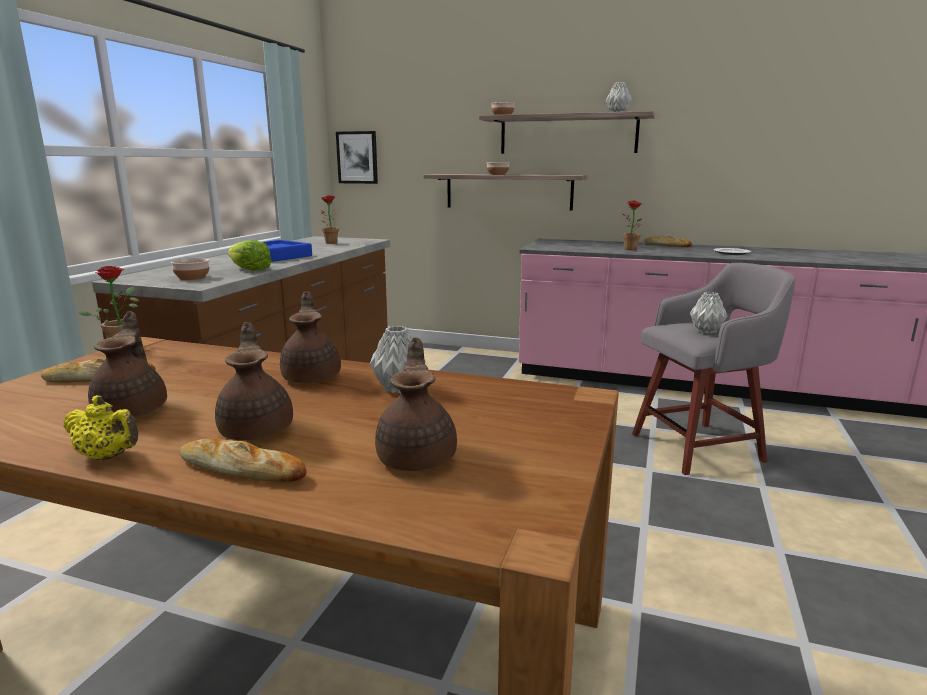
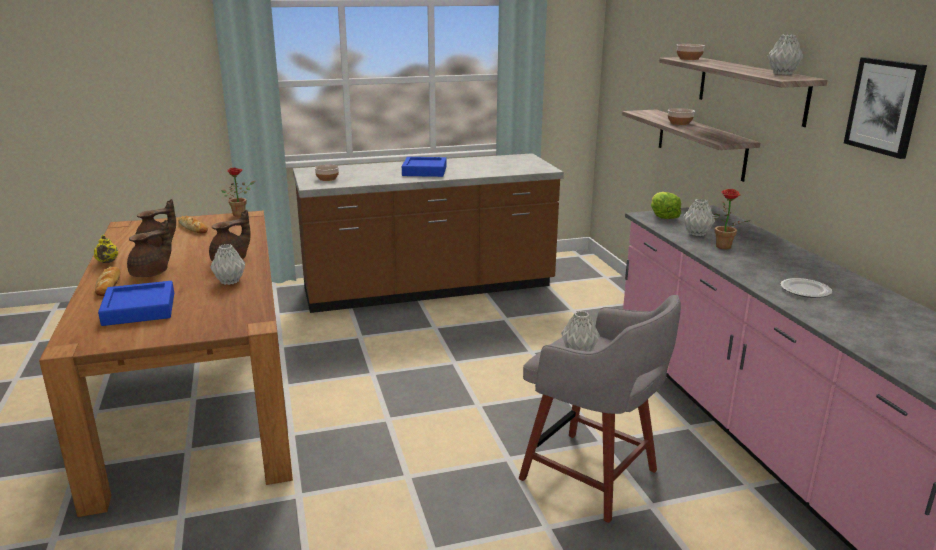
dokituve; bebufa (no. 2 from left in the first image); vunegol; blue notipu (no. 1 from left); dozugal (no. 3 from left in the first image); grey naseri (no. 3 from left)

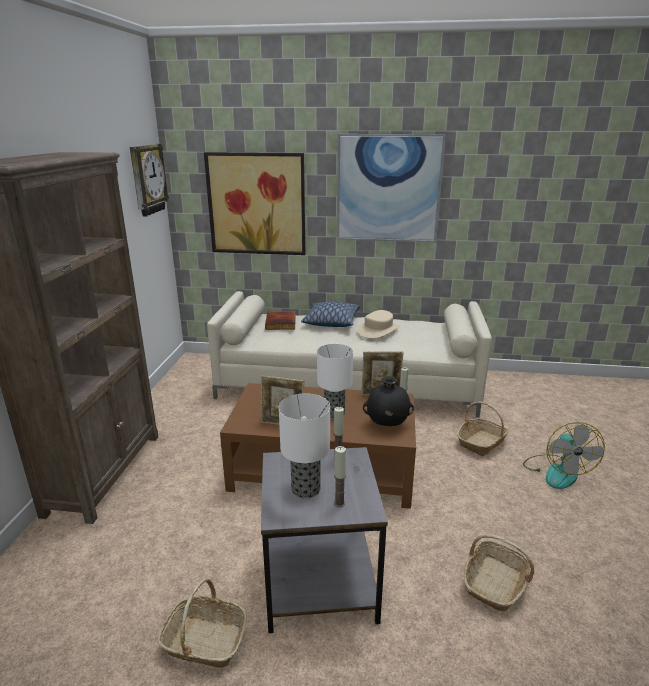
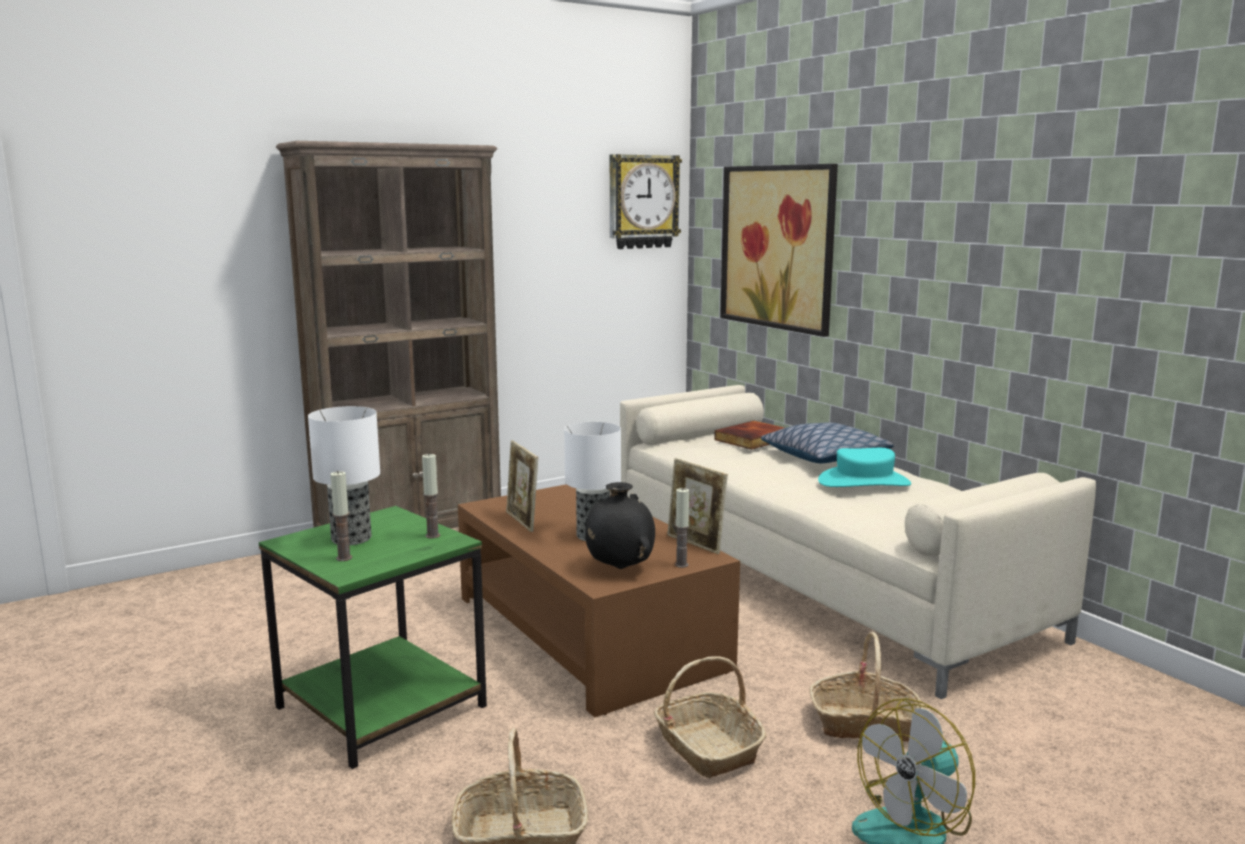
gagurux (no. 2 from left); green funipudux; vunegol (no. 2 from left in the first image); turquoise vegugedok

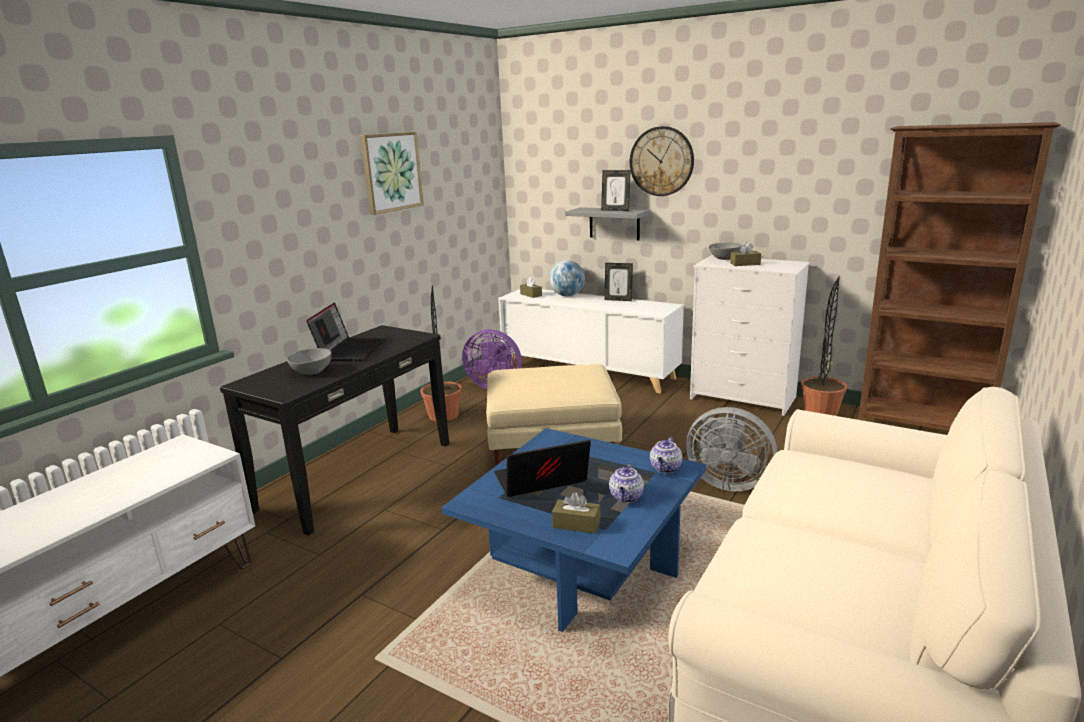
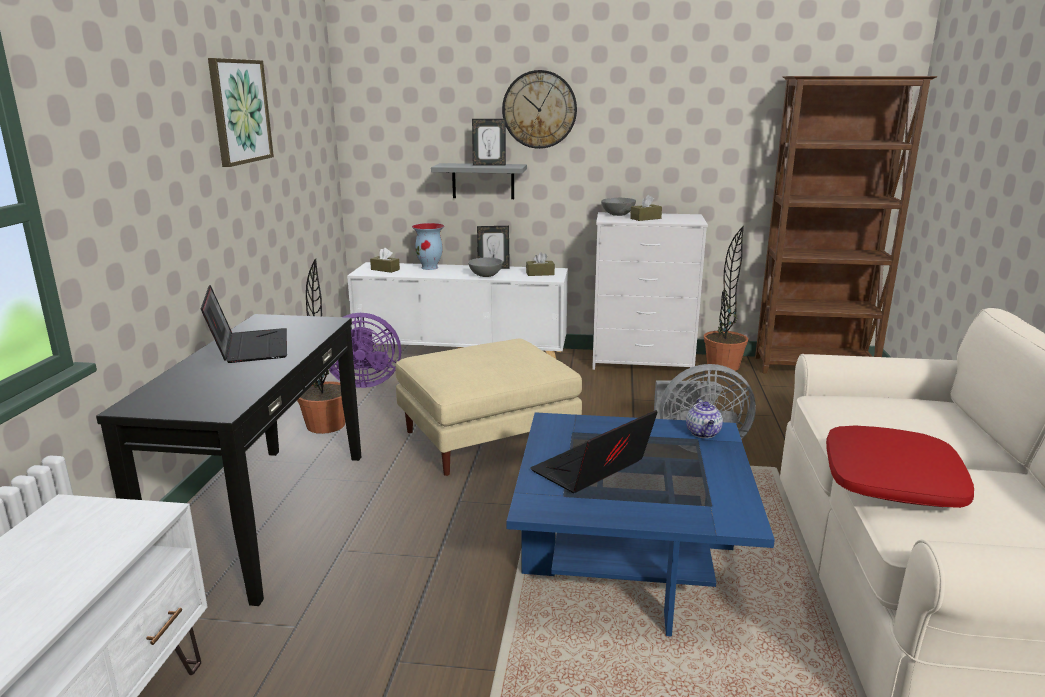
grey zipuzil (no. 1 from left); naseri; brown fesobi (no. 2 from left); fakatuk (no. 1 from left in the first image); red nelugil

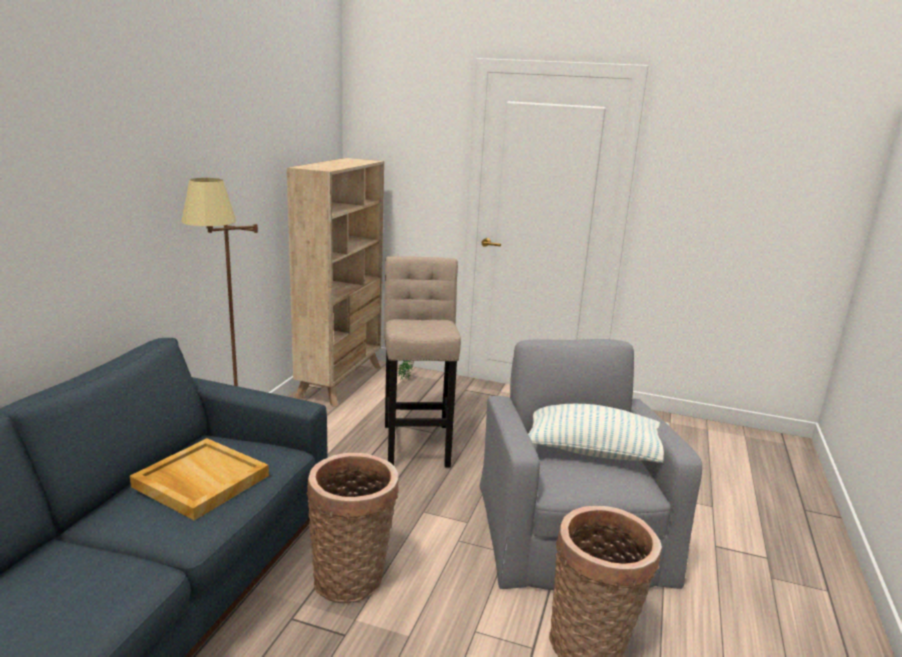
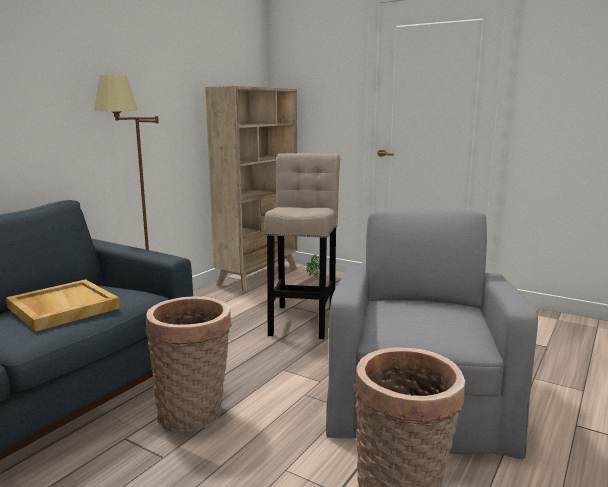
nelugil

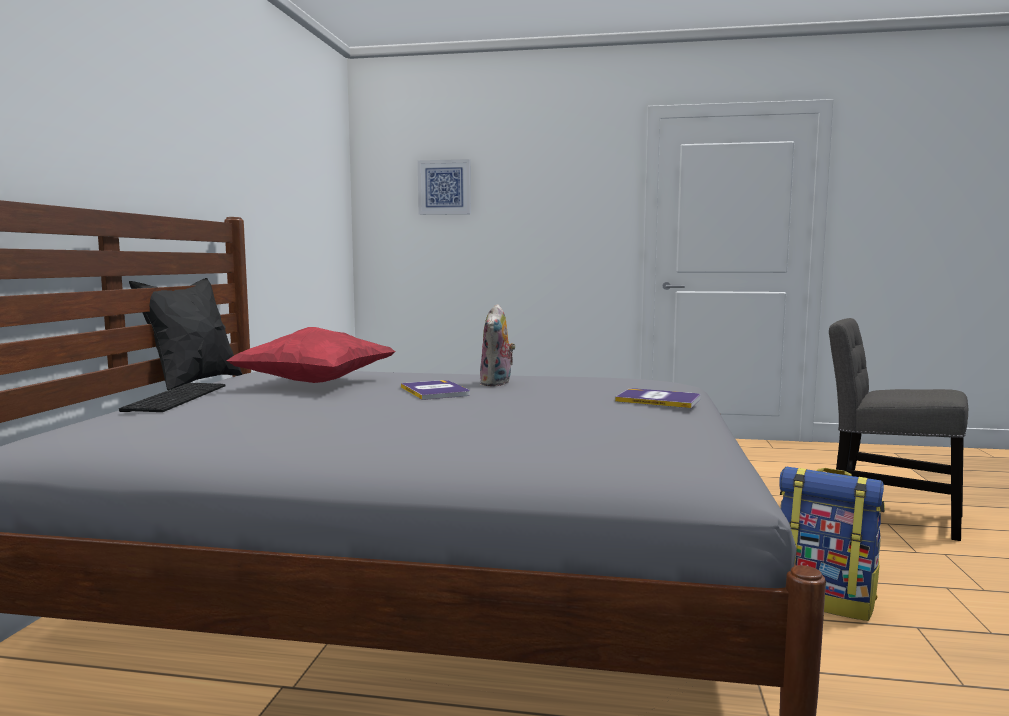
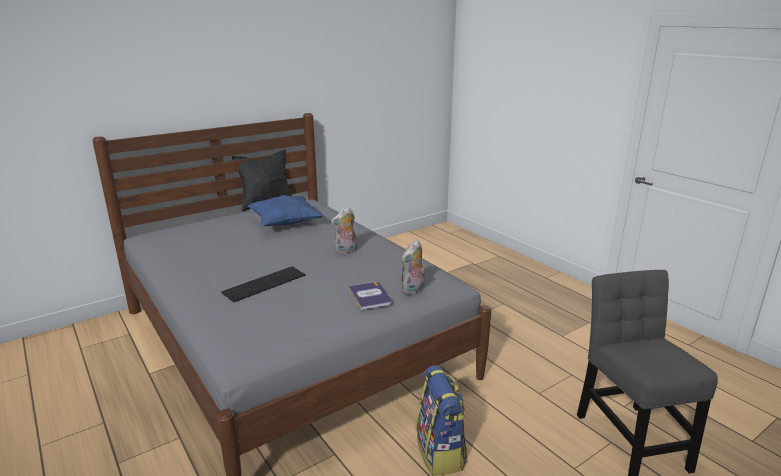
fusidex; blue nelugil; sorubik (no. 1 from left in the first image); vunegol; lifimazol (no. 2 from left)

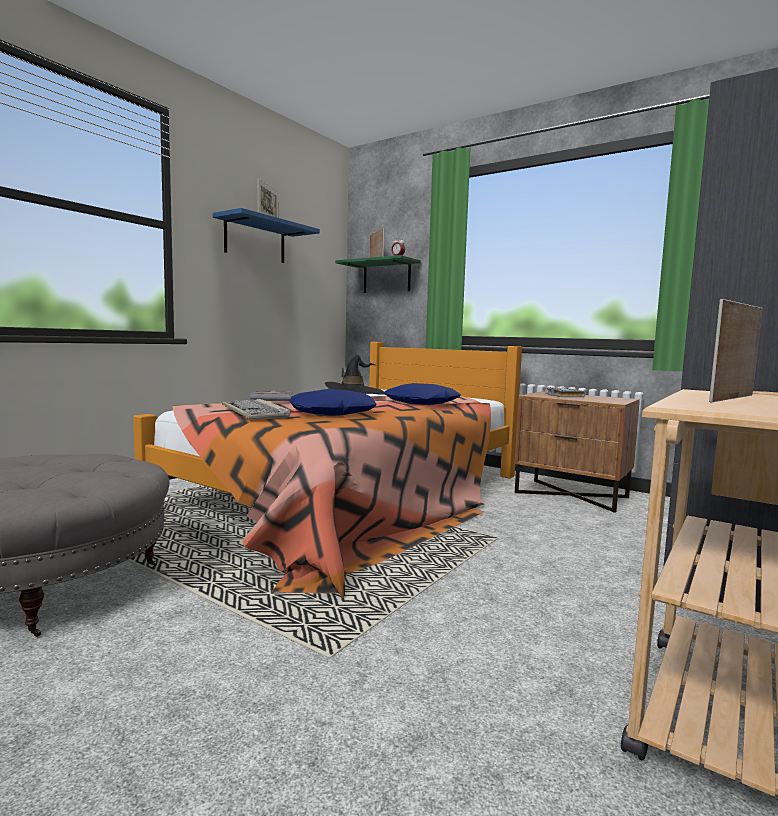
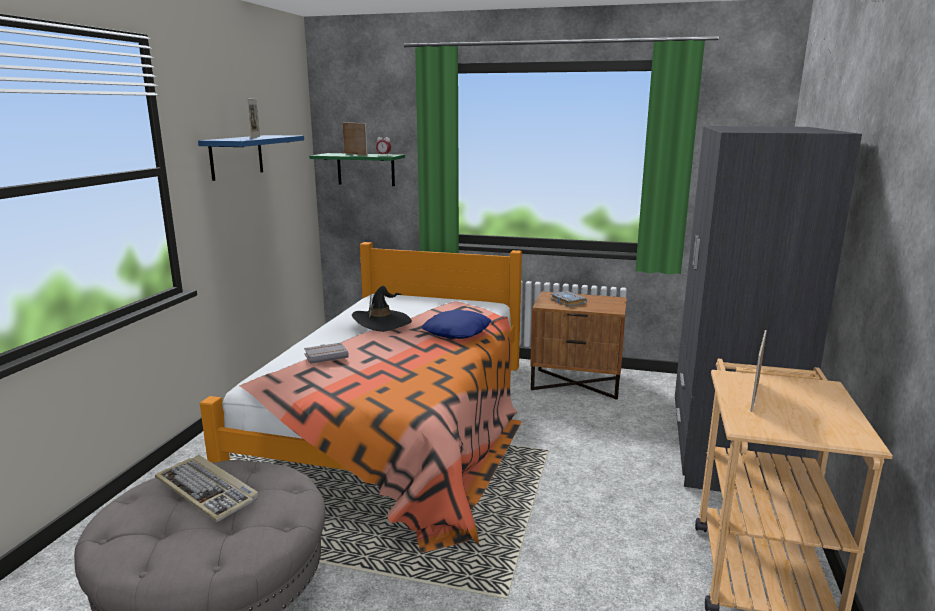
fusidex; blue nelugil (no. 1 from left in the first image)

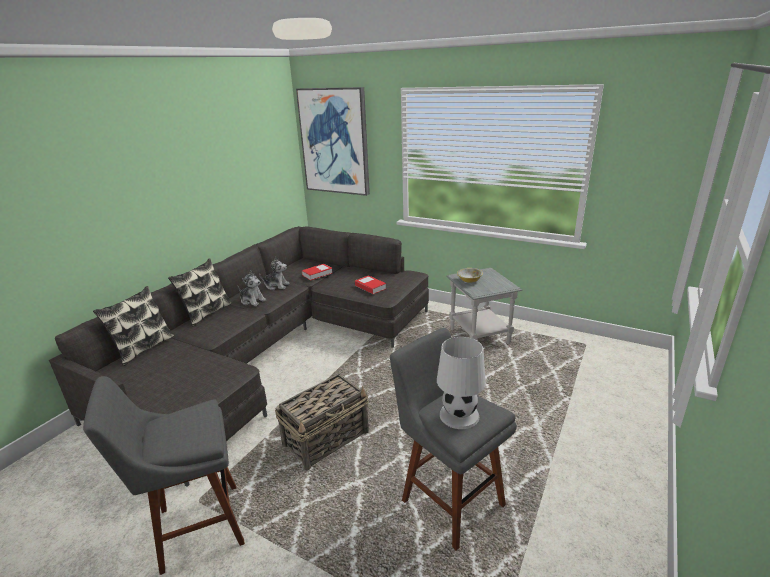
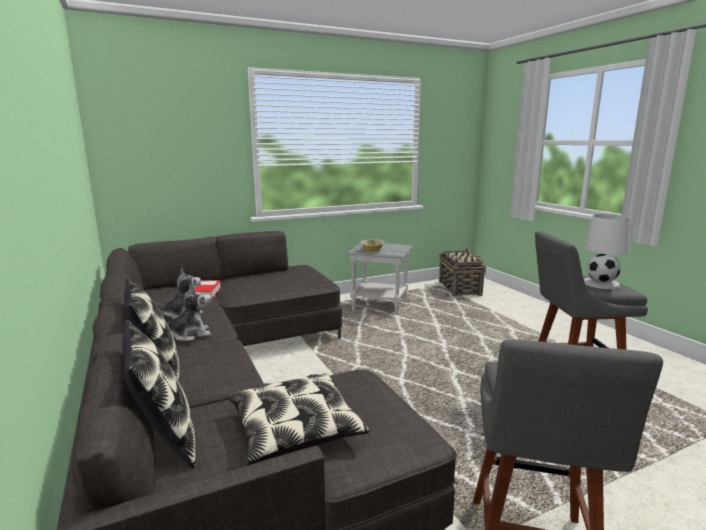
gagurux; vunegol; sorubik (no. 2 from left in the first image); nelugil (no. 3 from left)

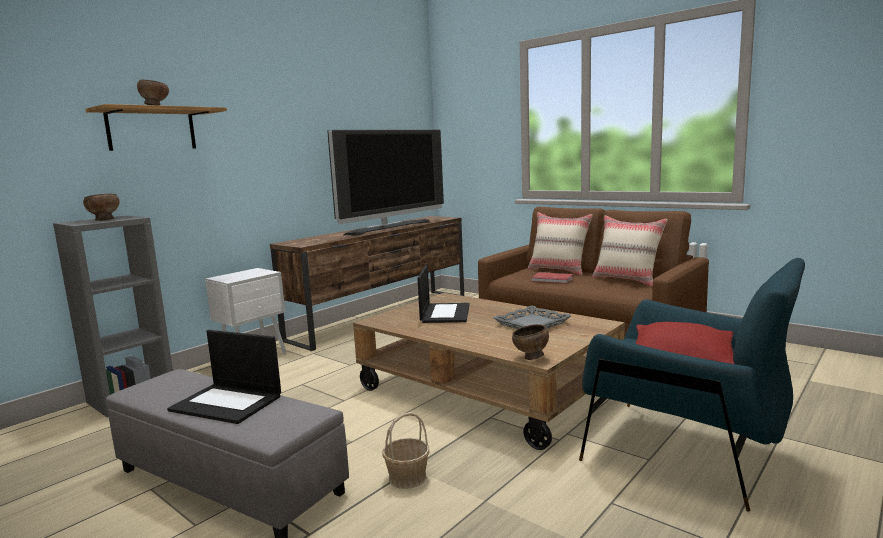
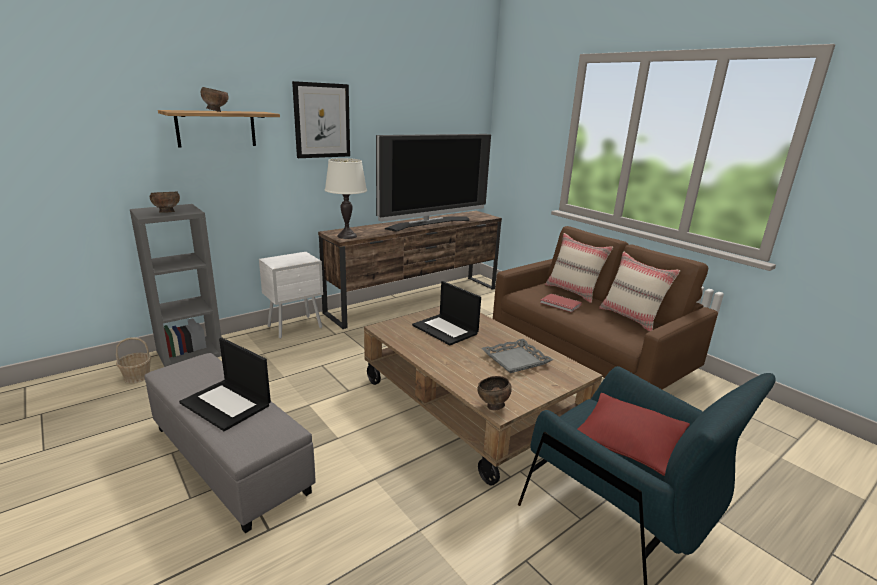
gagurux; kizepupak (no. 2 from left); vunegol; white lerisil

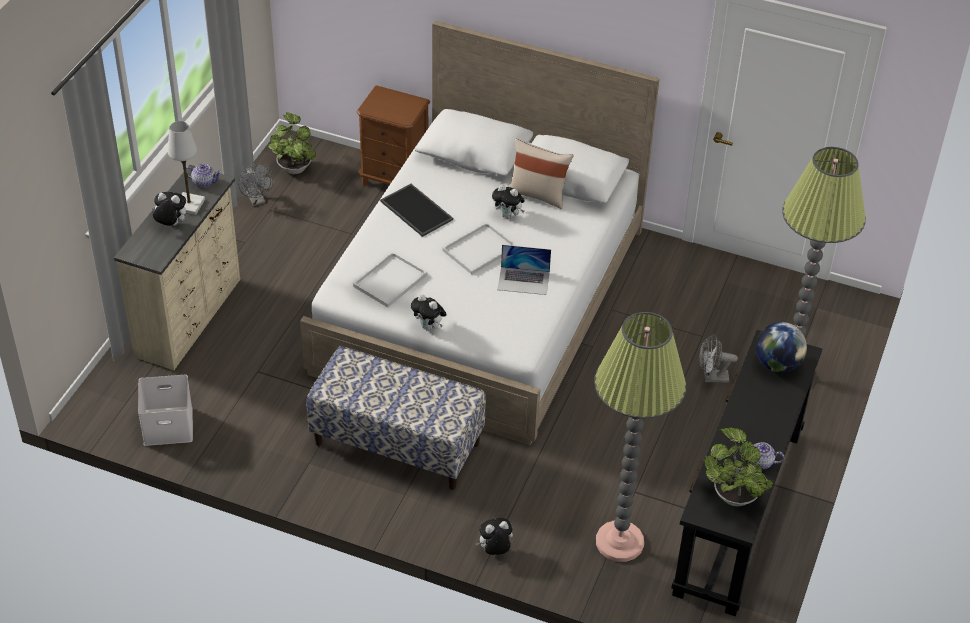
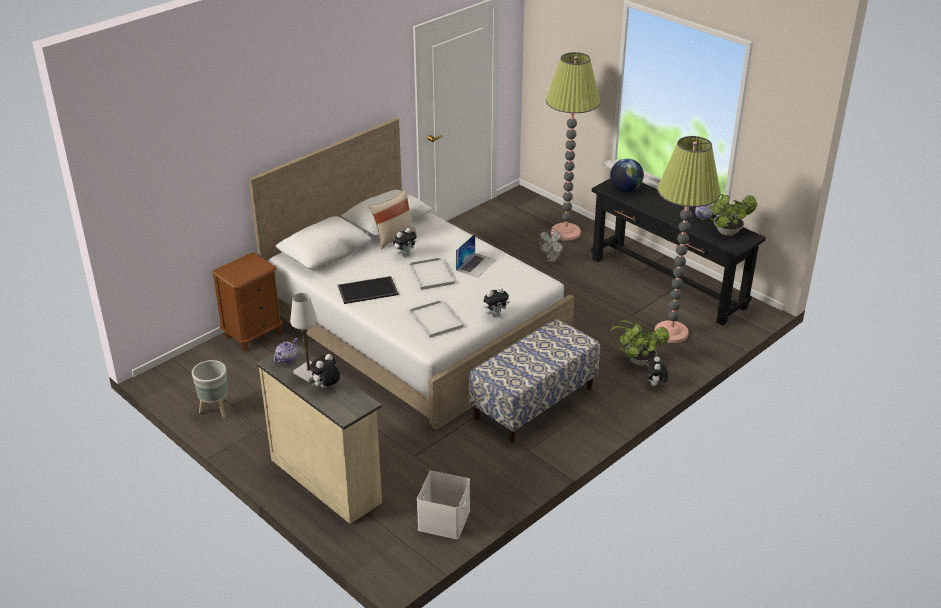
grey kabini; bebufa (no. 1 from left)

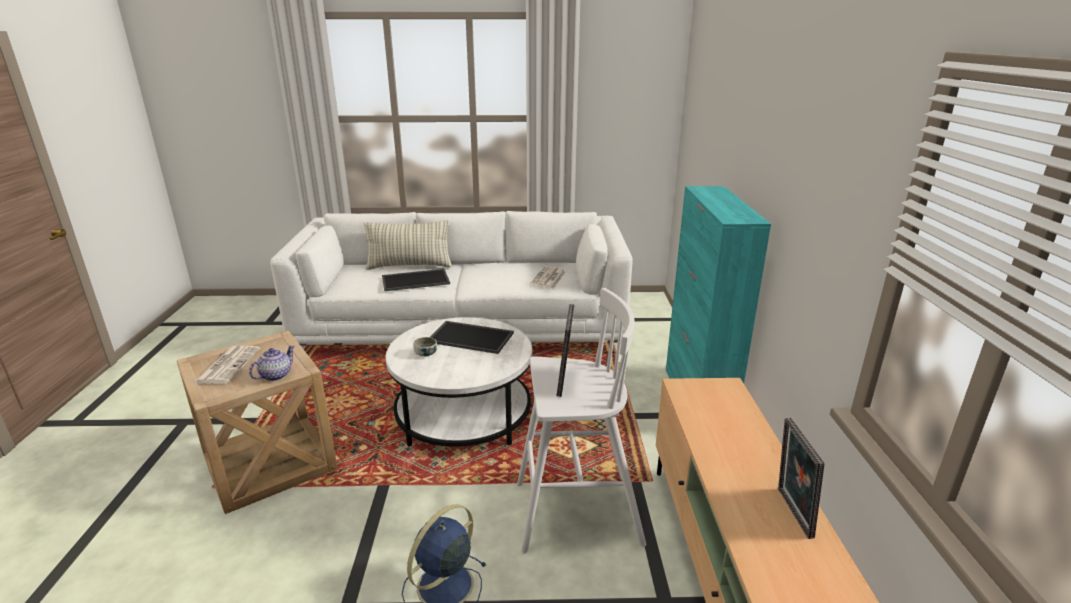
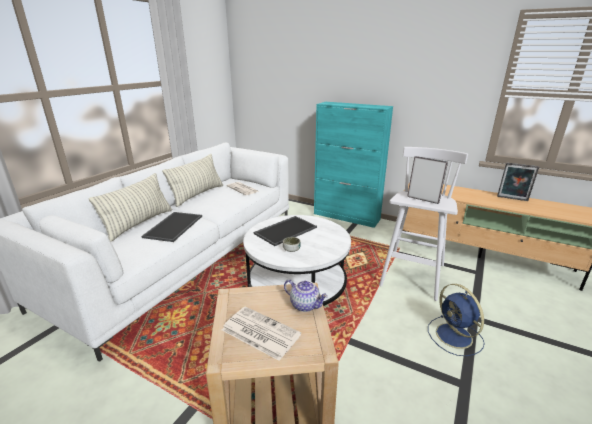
fakatuk; nelugil (no. 2 from left)

